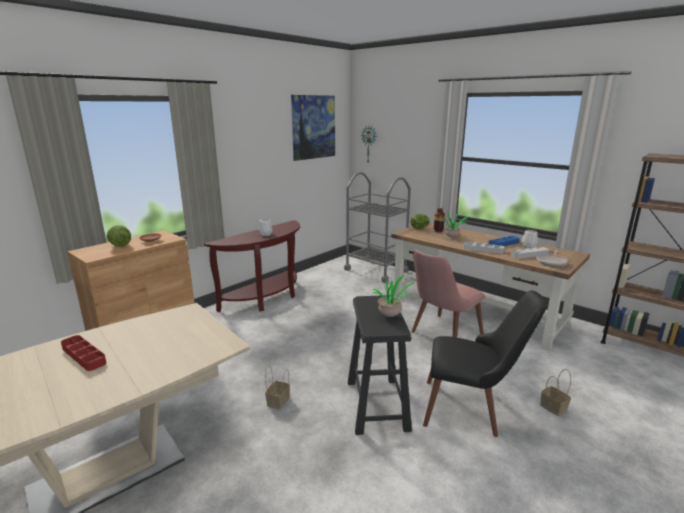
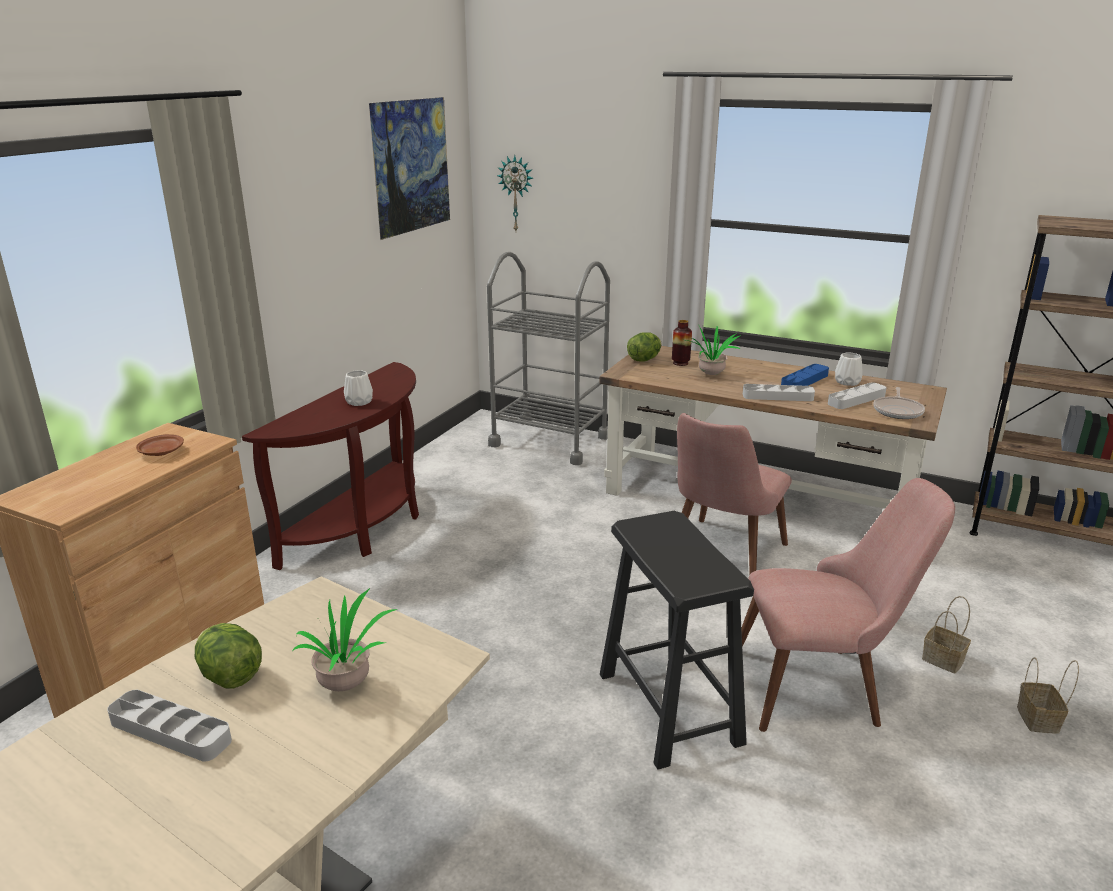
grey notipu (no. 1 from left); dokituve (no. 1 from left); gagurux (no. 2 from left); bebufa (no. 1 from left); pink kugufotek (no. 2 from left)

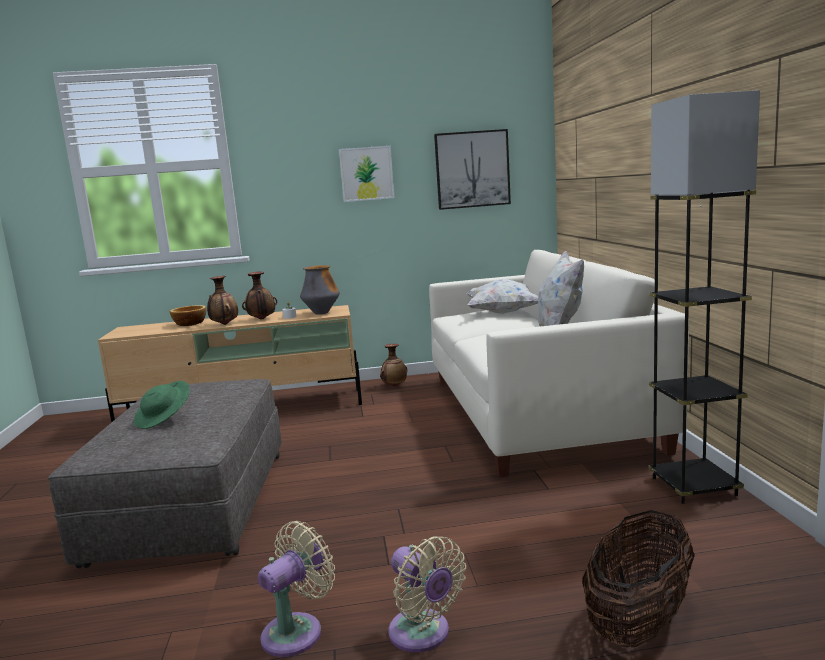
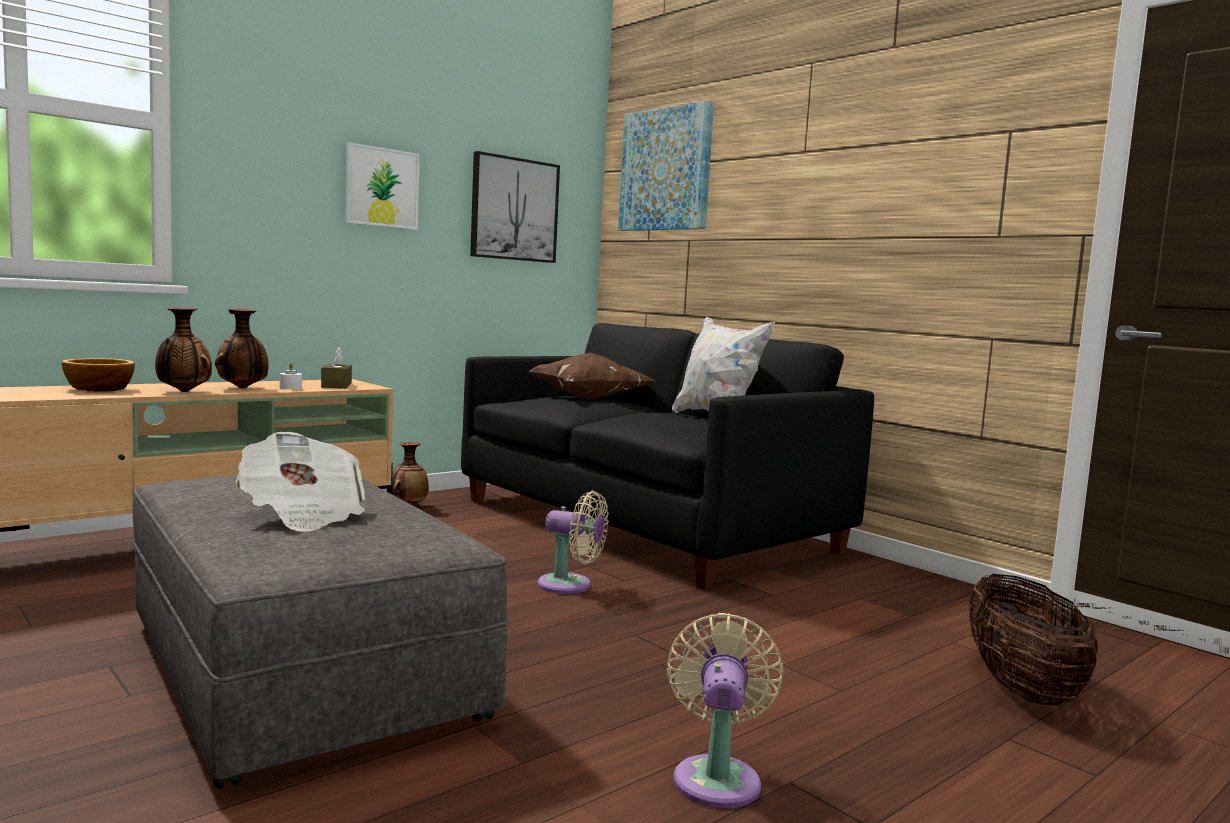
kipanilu; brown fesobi; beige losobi (no. 1 from left); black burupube; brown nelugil; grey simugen; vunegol (no. 3 from left)

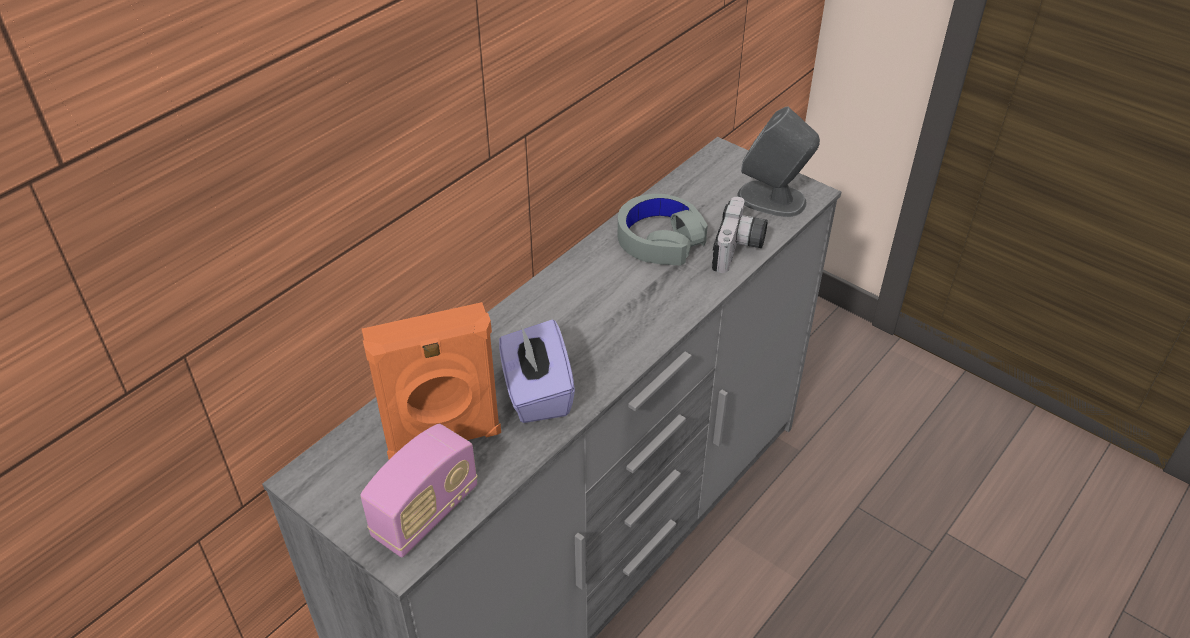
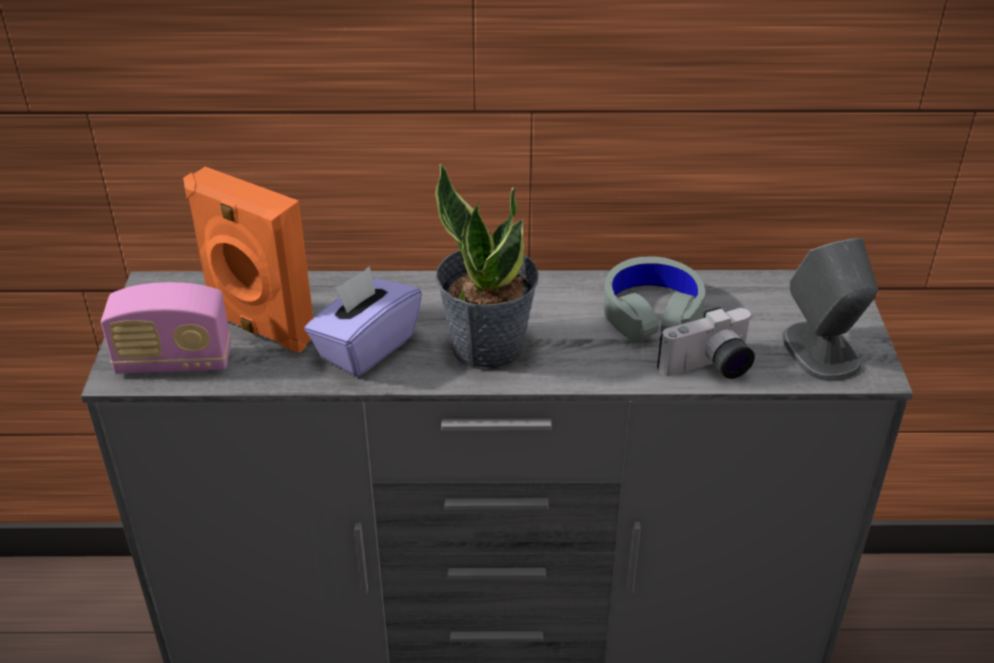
bebufa

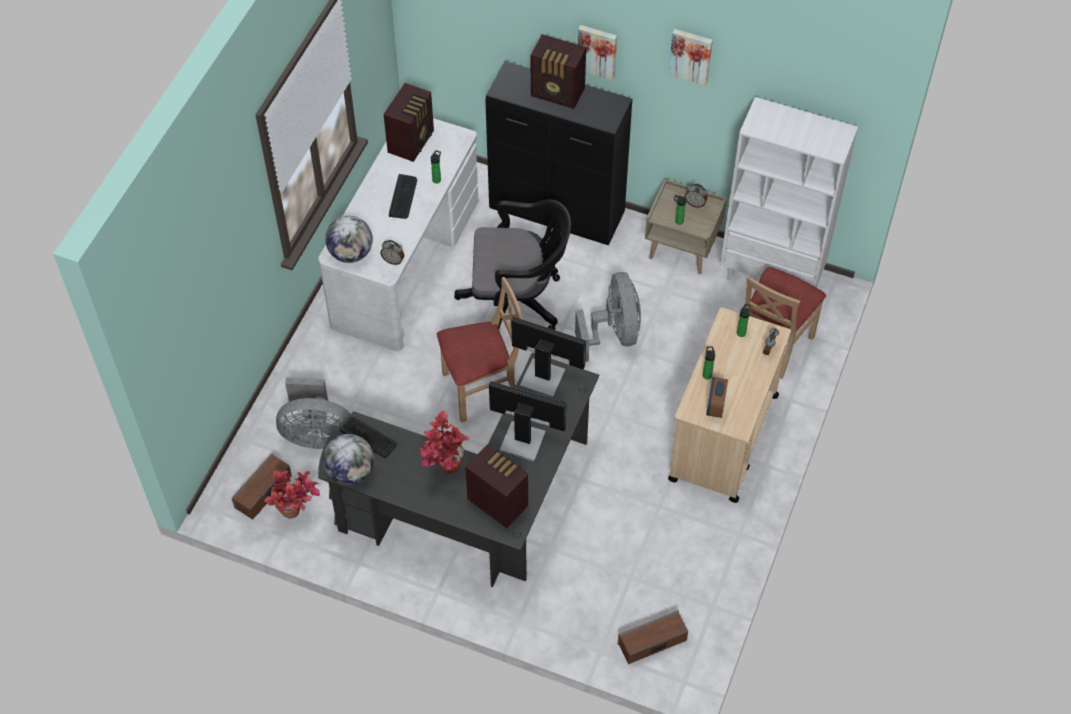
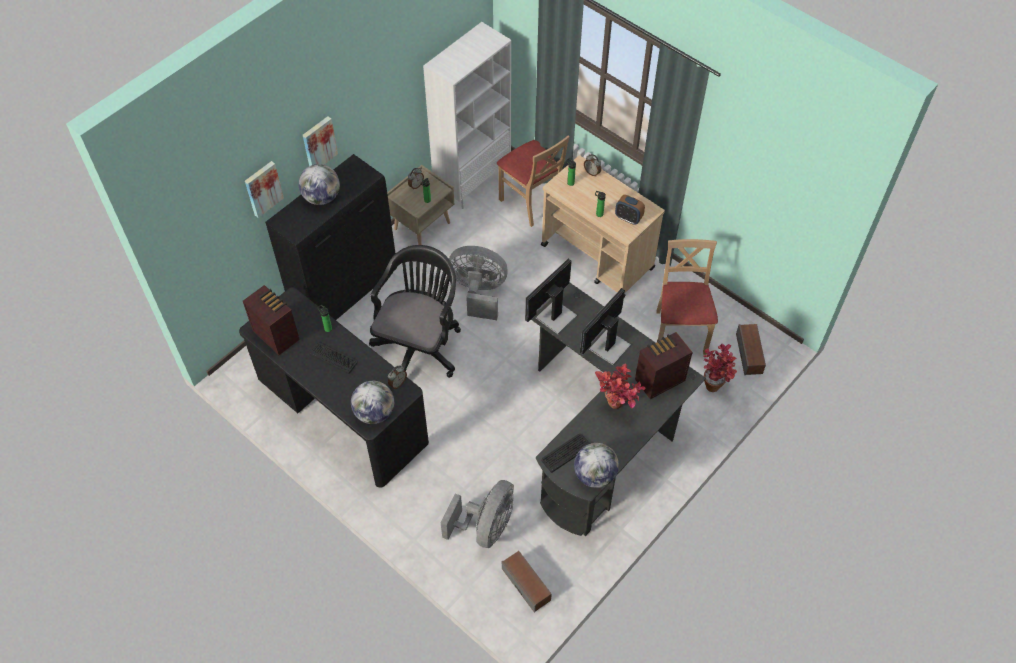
bebufa (no. 2 from left); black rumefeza (no. 1 from left); beige kugufotek (no. 2 from left); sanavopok (no. 1 from left); vunegol (no. 1 from left)

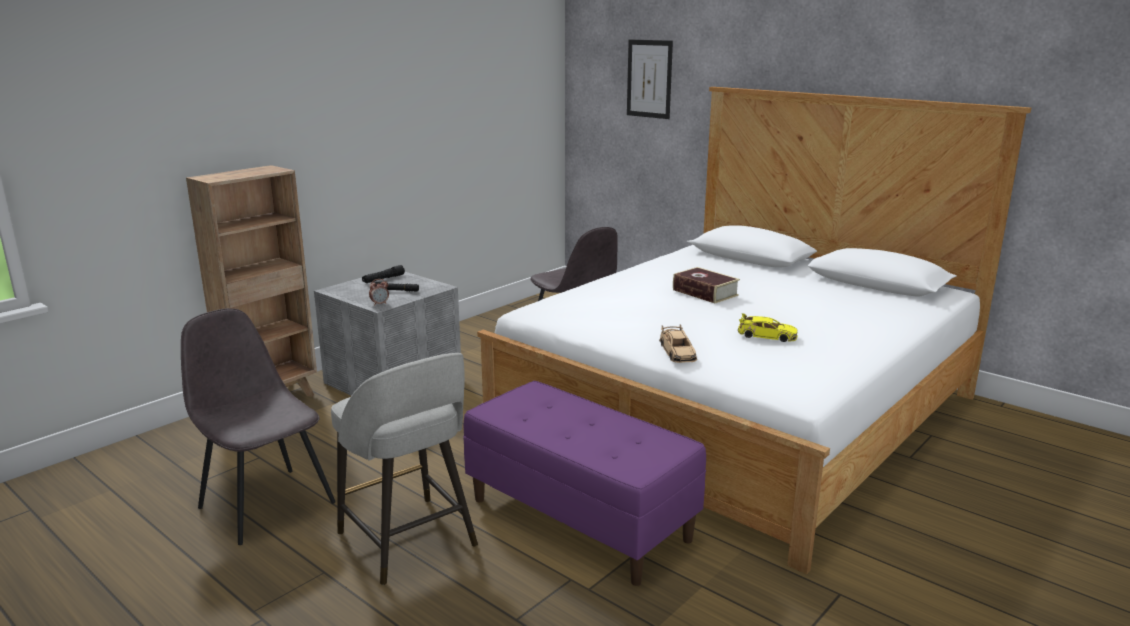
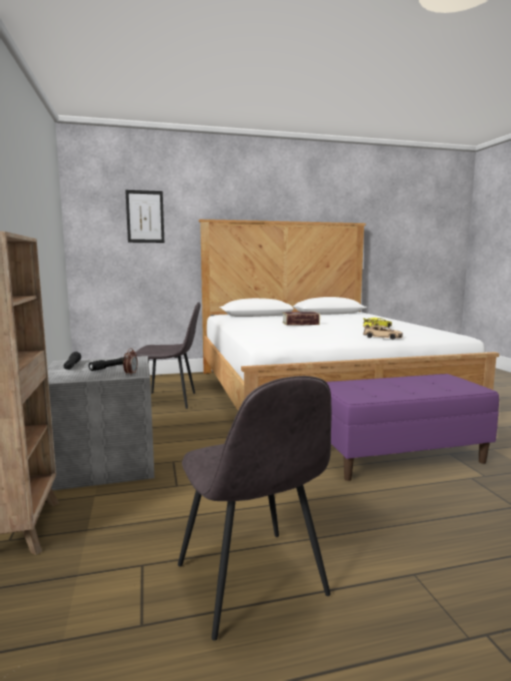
grey kugufotek (no. 2 from left); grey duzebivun

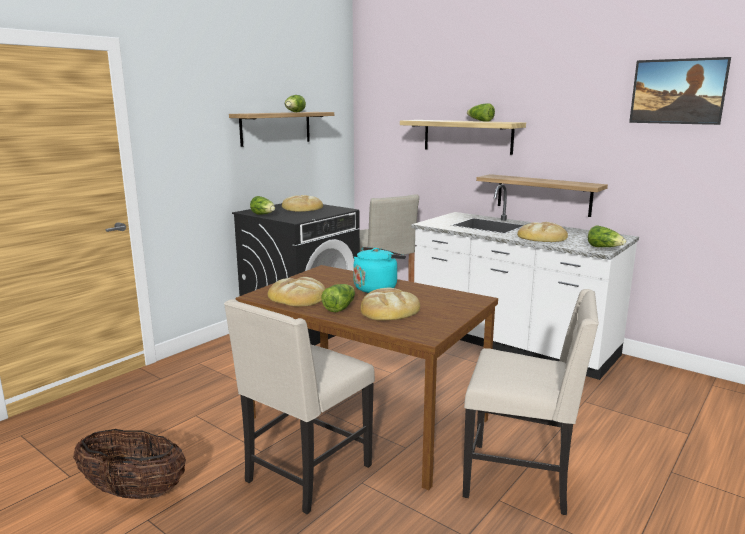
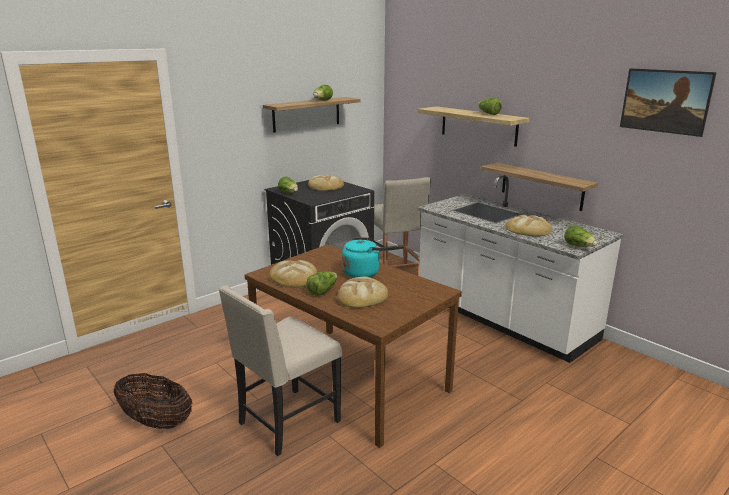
beige kugufotek (no. 2 from left in the first image)

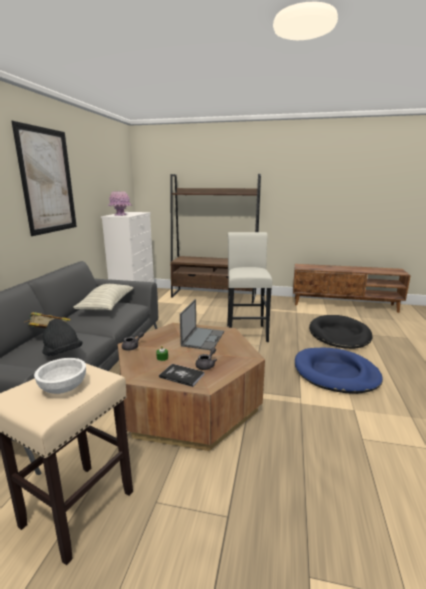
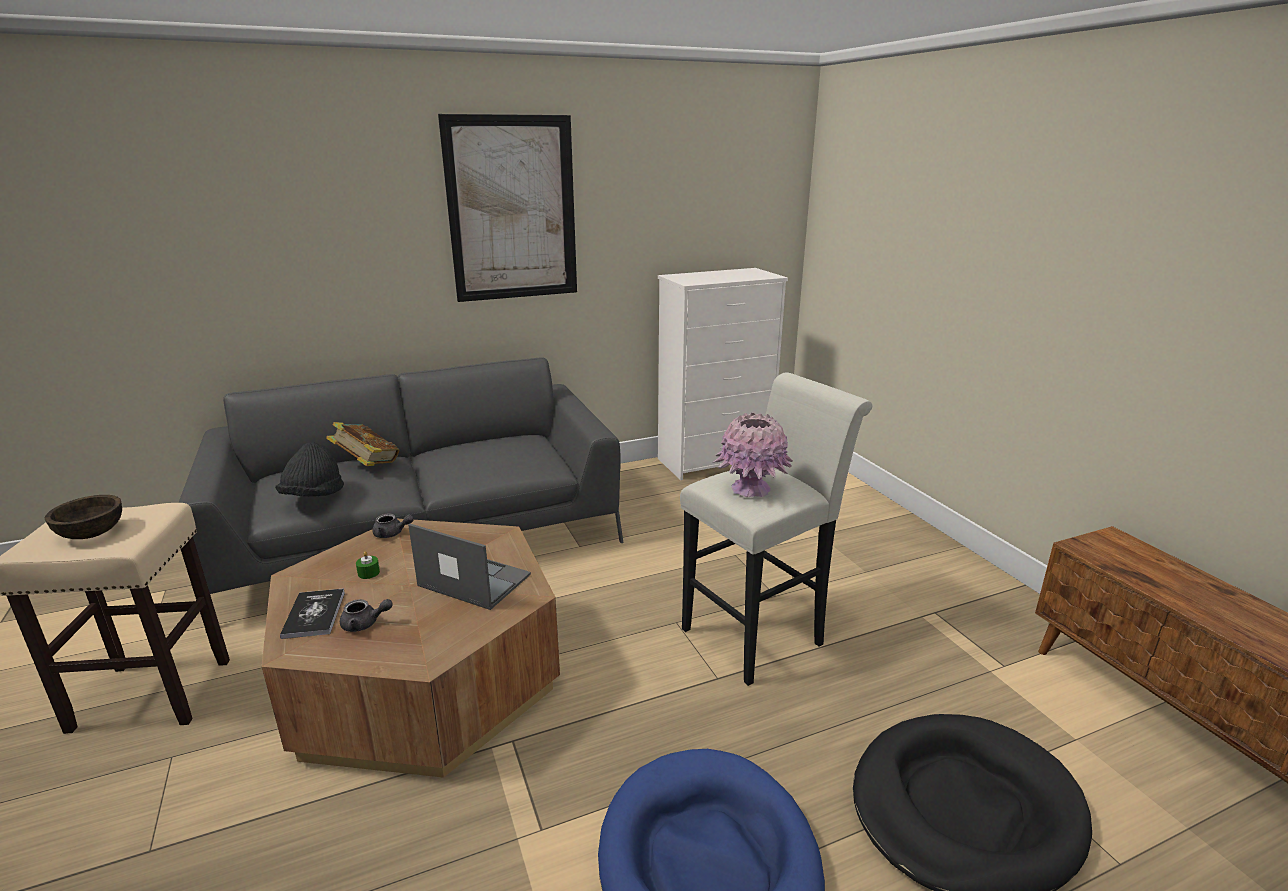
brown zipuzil; nelugil; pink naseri; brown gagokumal; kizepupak

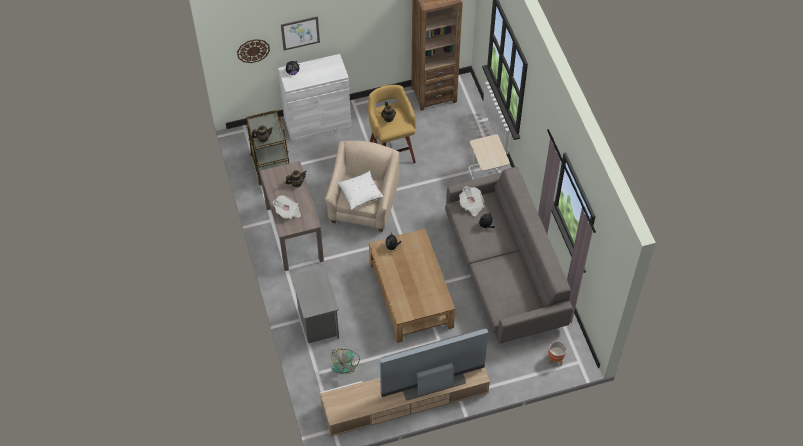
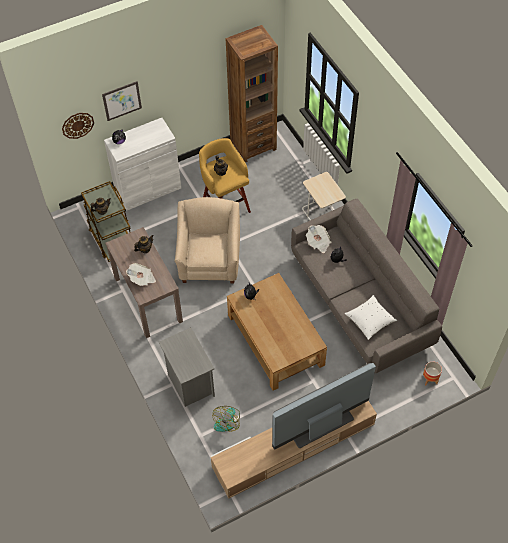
white nelugil

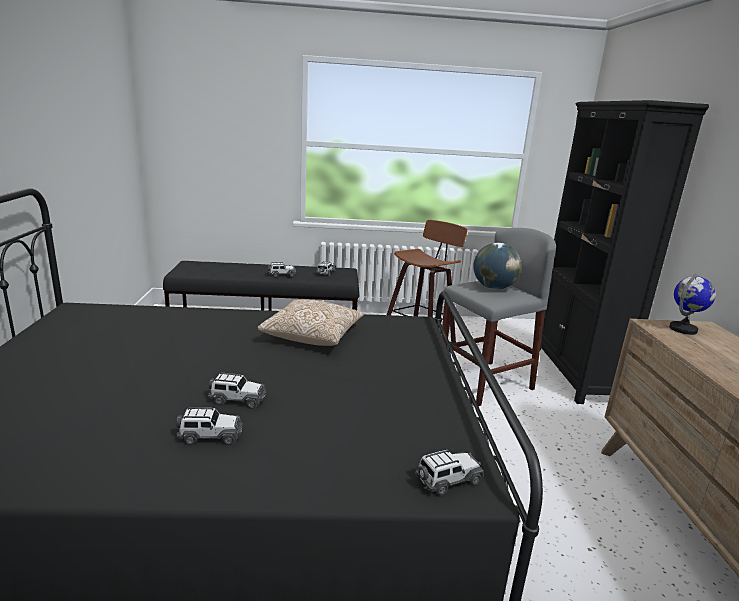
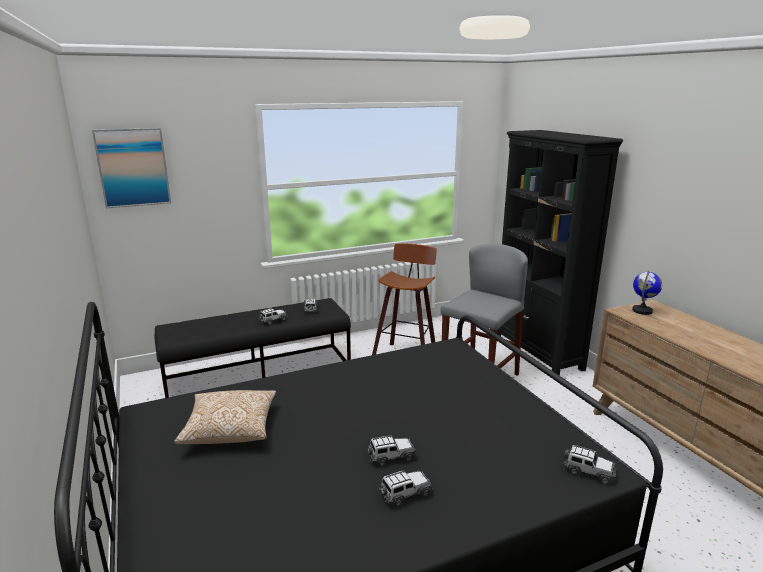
nelugil; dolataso (no. 5 from left); sanavopok (no. 1 from left in the first image); vunegol

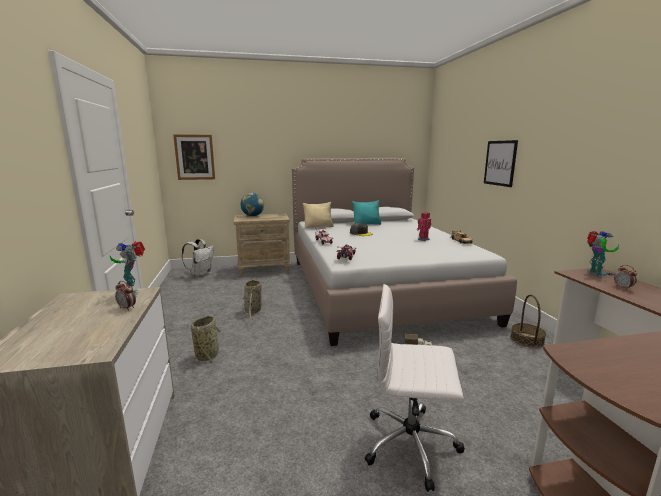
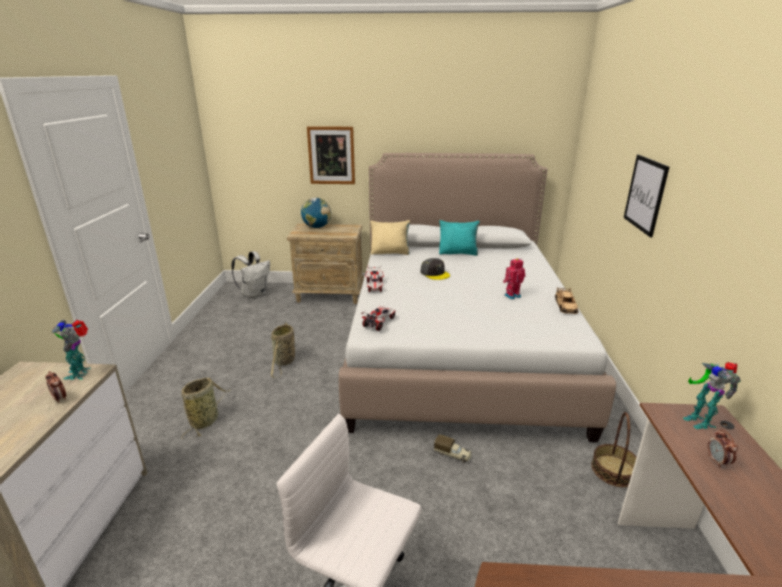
vunegol (no. 1 from left); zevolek (no. 3 from left)

